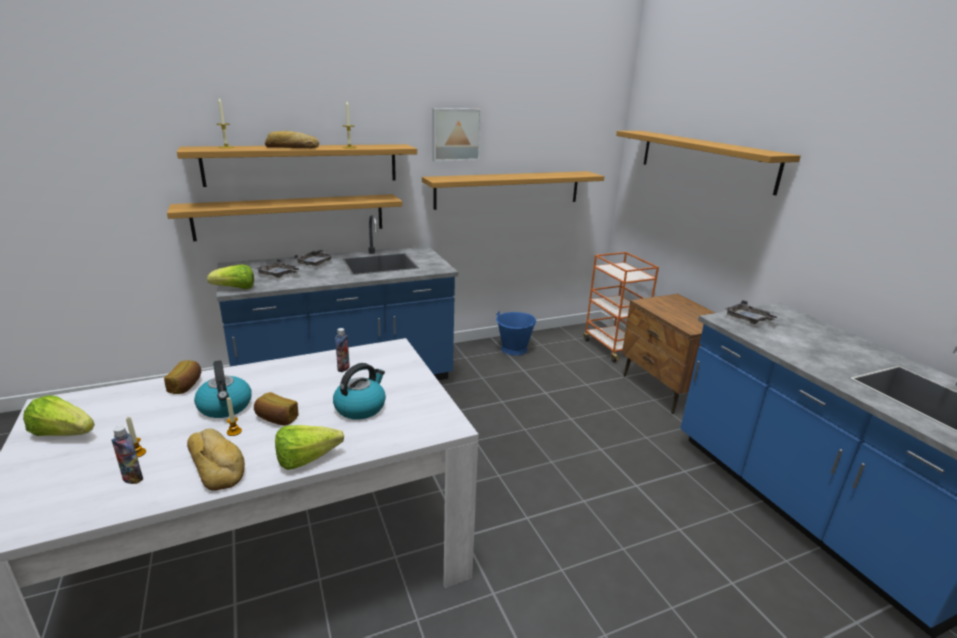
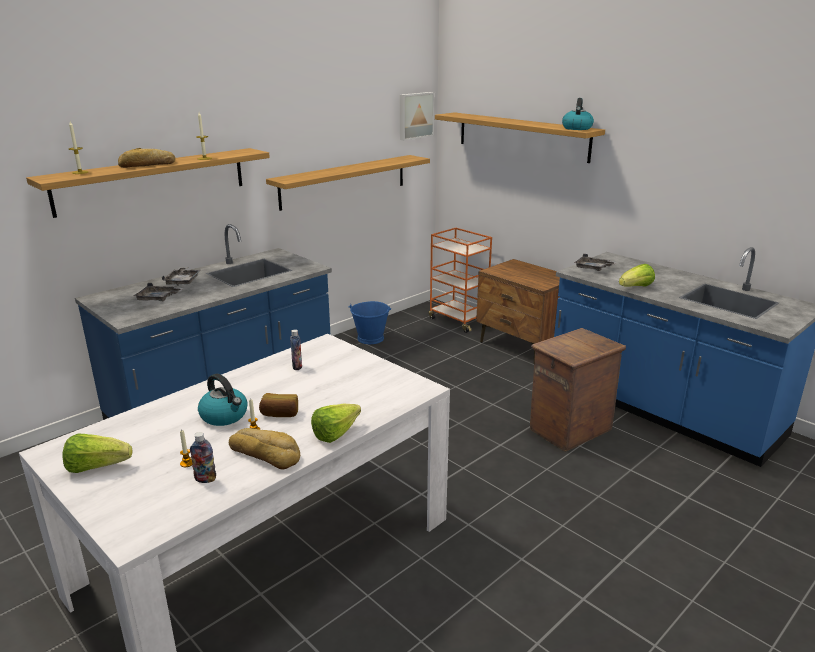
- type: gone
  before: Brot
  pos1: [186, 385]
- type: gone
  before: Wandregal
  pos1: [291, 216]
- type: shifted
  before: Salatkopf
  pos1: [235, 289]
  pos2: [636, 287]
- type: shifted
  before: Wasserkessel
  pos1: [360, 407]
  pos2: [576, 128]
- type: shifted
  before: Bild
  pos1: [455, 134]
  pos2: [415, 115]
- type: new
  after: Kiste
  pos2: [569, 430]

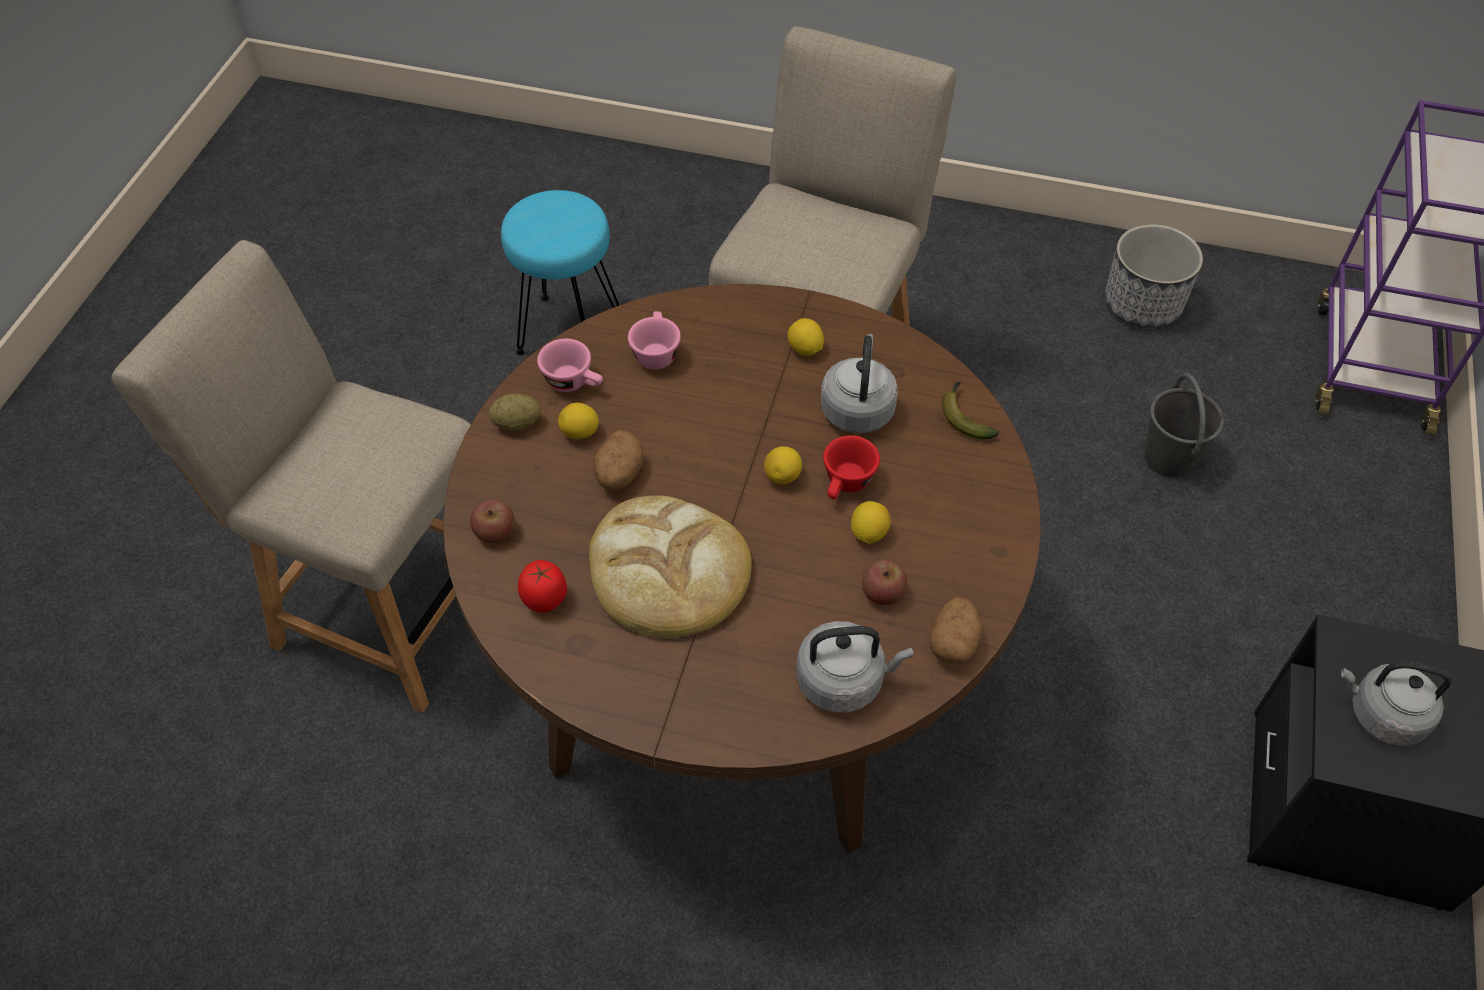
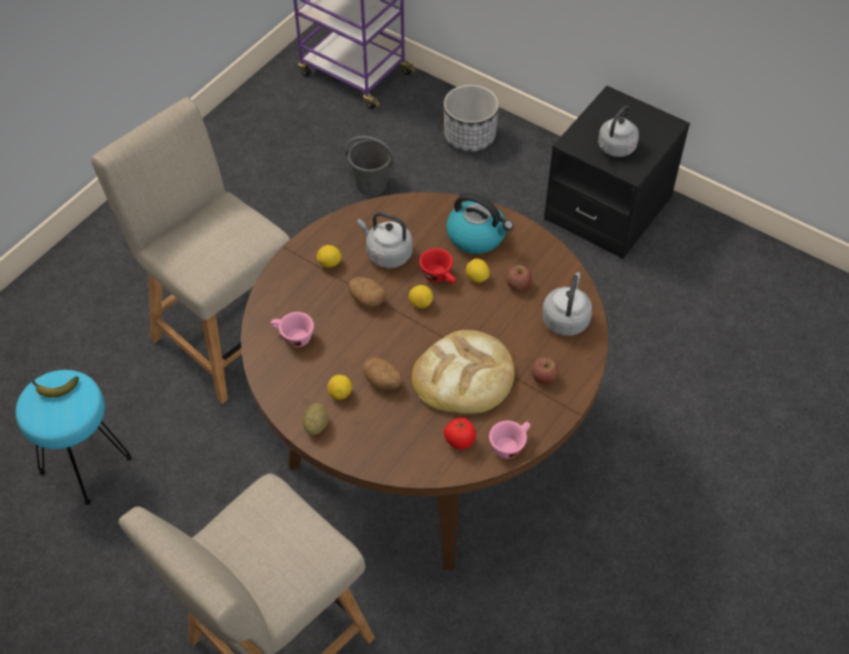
- type: shifted
  before: Apfel
  pos1: [495, 532]
  pos2: [543, 377]
- type: shifted
  before: Tasse (rosa)
  pos1: [574, 382]
  pos2: [510, 445]
- type: shifted
  before: Kartoffel
  pos1: [953, 643]
  pos2: [367, 299]
- type: shifted
  before: Banane
  pos1: [964, 416]
  pos2: [54, 388]
- type: shifted
  before: Pflanzkübel
  pos1: [1143, 304]
  pos2: [469, 137]
- type: new
  after: Wasserkessel
  pos2: [477, 236]

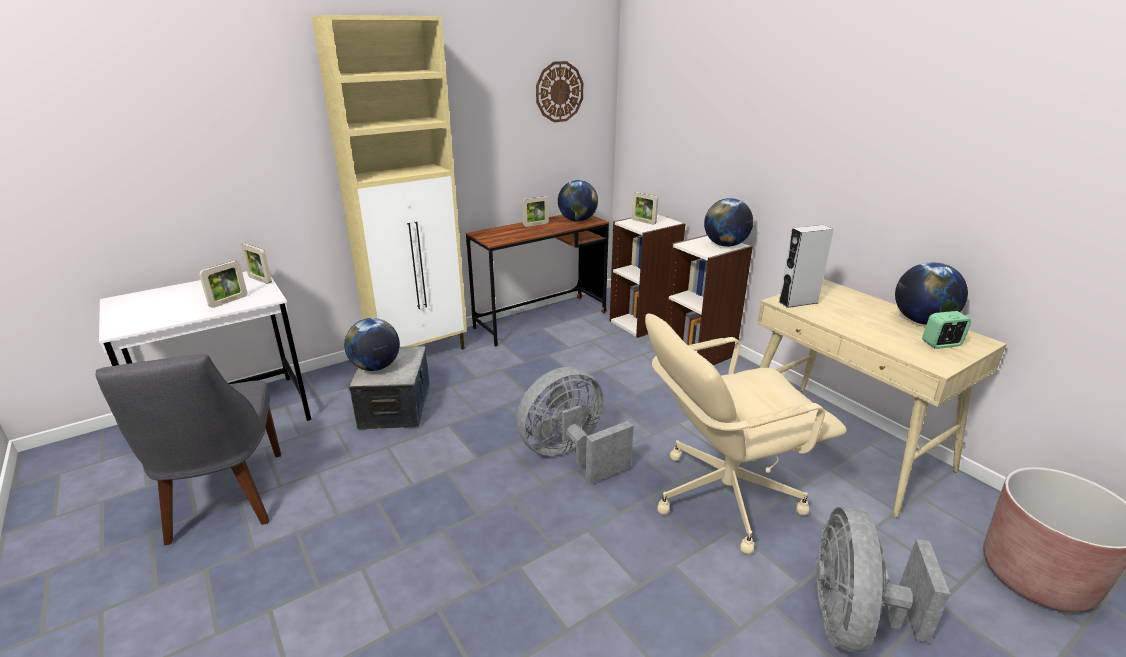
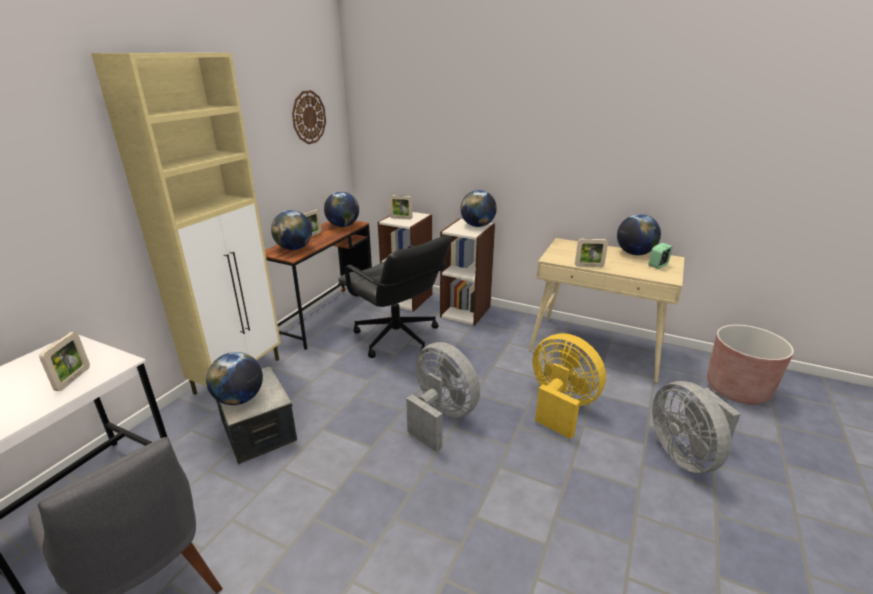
- type: shifted
  before: Bilderrahmen
  pos1: [260, 280]
  pos2: [589, 266]
- type: rotated
  before: Ventilator (grau)
  pos1: [570, 455]
  pos2: [441, 417]
  turn: 105
- type: swapped
  before: Bürostuhl (beige)
  after: Ventilator (gelb)
  pos1: [723, 495]
  pos2: [560, 406]
- type: gone
  before: Lautsprecher (grau)
  pos1: [798, 302]
- type: new
  after: Globus
  pos2: [294, 248]
- type: new
  after: Bürostuhl (schwarz)
  pos2: [397, 338]

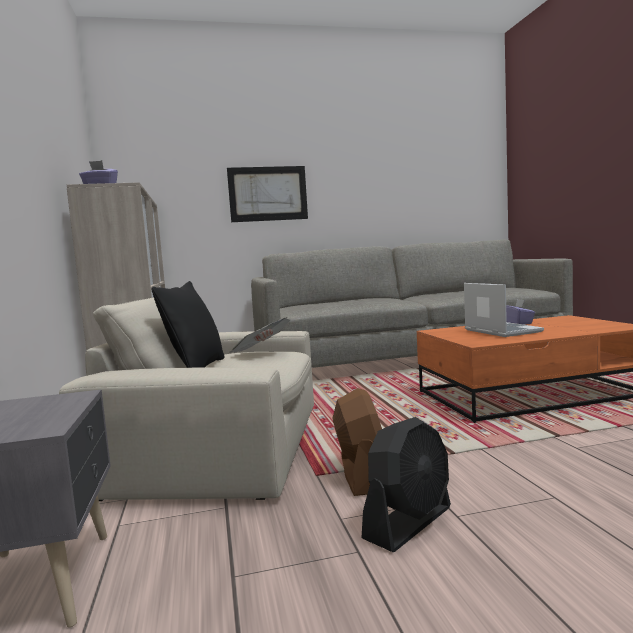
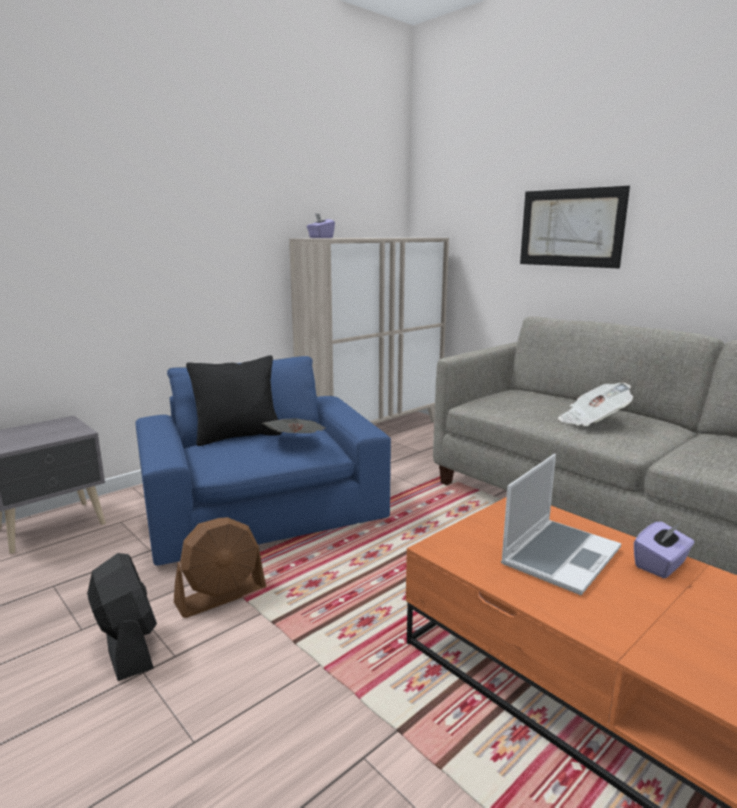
- type: repainted
  before: Sessel (beige)
  after: Sessel (blau)
  pos1: [222, 446]
  pos2: [263, 509]
- type: rotated
  before: Ventilator (schwarz)
  pos1: [409, 523]
  pos2: [128, 645]
  turn: -135
- type: new
  after: Zeitung
  pos2: [592, 421]

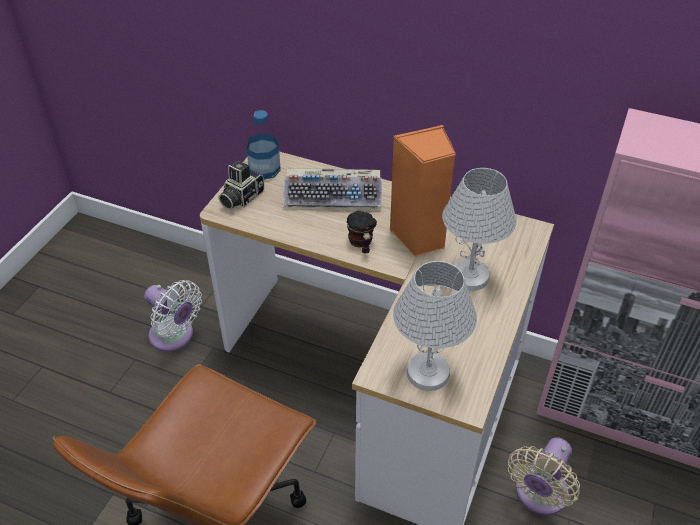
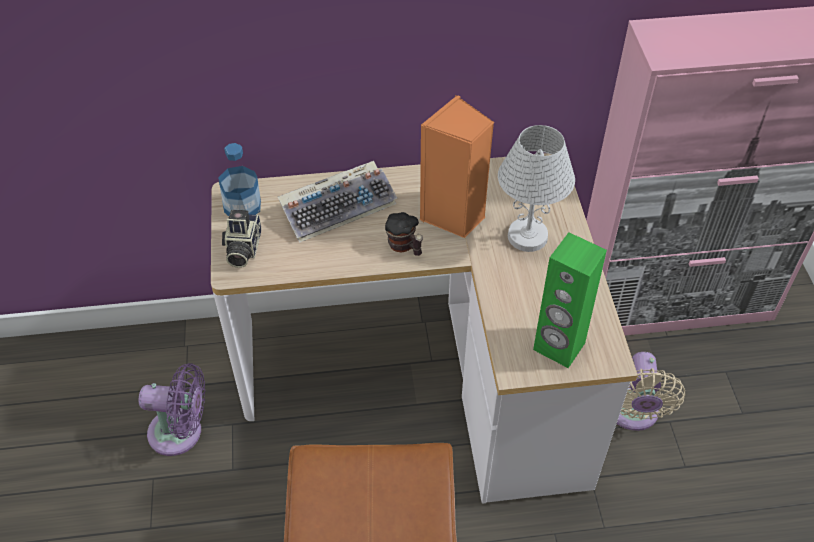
- type: repainted
  before: Ventilator (weiß)
  after: Ventilator (lila)
  pos1: [175, 337]
  pos2: [181, 433]
- type: swapped
  before: Tischlampe (weiß)
  after: Lautsprecher (grün)
  pos1: [428, 373]
  pos2: [558, 347]

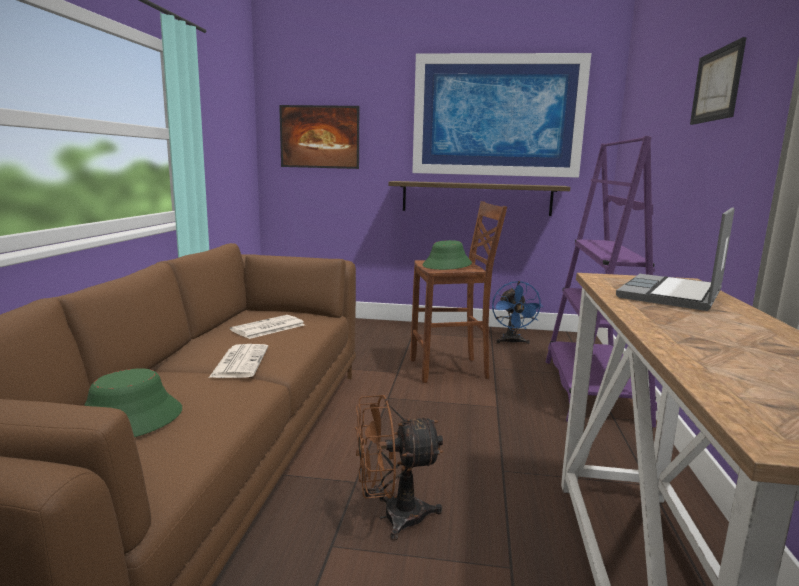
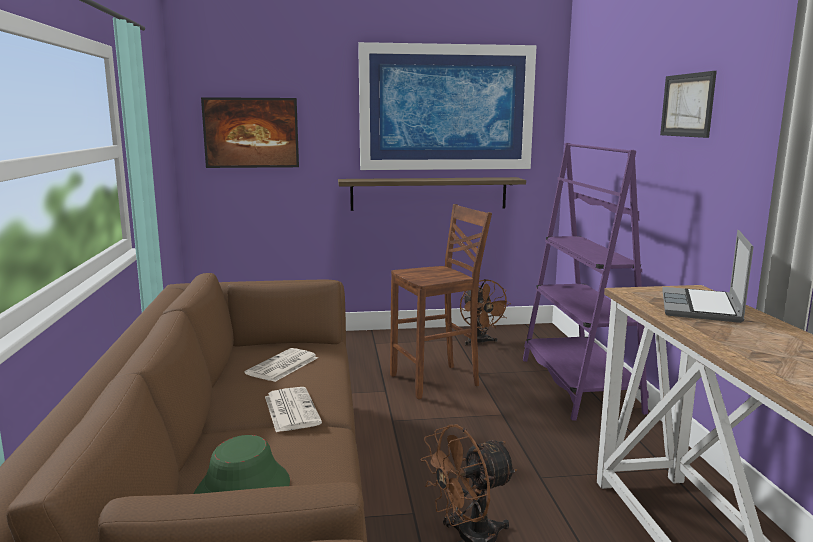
- type: gone
  before: Hut (grün)
  pos1: [447, 265]
- type: repainted
  before: Ventilator (blau)
  after: Ventilator (braun)
  pos1: [512, 342]
  pos2: [480, 342]

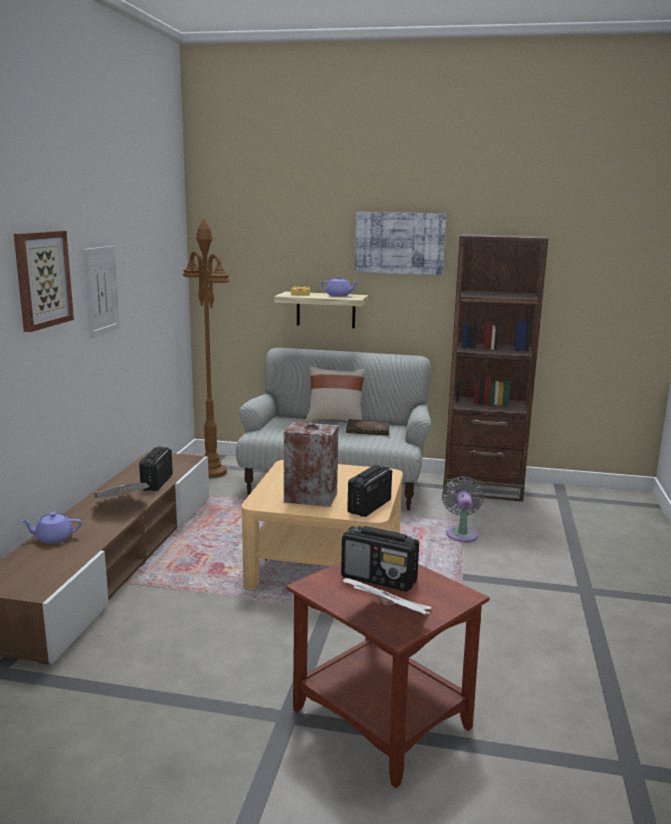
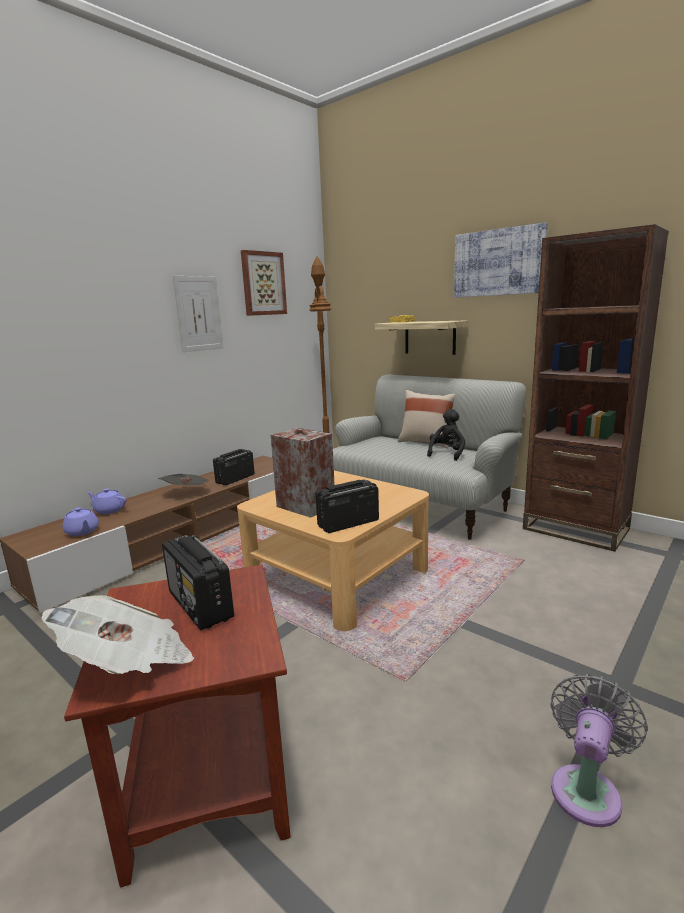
- type: shifted
  before: Bild
  pos1: [42, 279]
  pos2: [263, 283]
- type: shifted
  before: Teekanne (lila)
  pos1: [339, 295]
  pos2: [82, 532]
- type: swapped
  before: Buch
  after: Plüschtier (schwarz)
  pos1: [369, 430]
  pos2: [447, 454]
- type: shifted
  before: Ventilator (grau)
  pos1: [461, 533]
  pos2: [587, 789]

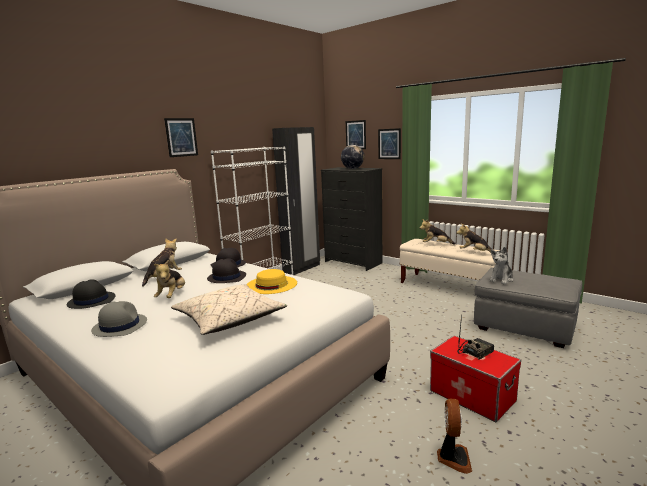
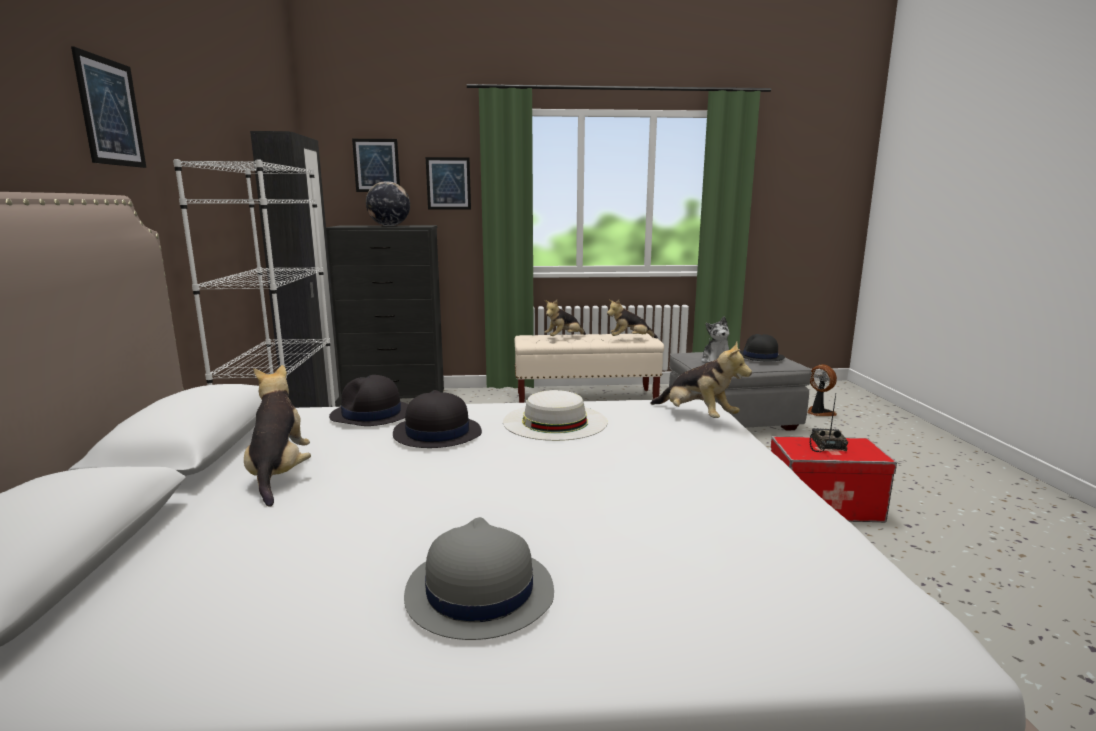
- type: shifted
  before: Hut (schwarz)
  pos1: [91, 301]
  pos2: [759, 357]
- type: shifted
  before: Plüschtier
  pos1: [172, 296]
  pos2: [696, 417]
- type: gone
  before: Kissen (beige)
  pos1: [229, 320]
- type: repainted
  before: Hut (gelb)
  after: Hut (weiß)
  pos1: [271, 284]
  pos2: [554, 421]
- type: shifted
  before: Ventilator
  pos1: [453, 458]
  pos2: [818, 413]

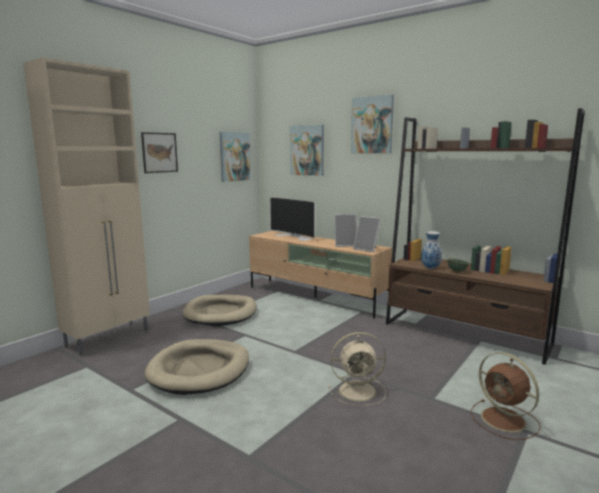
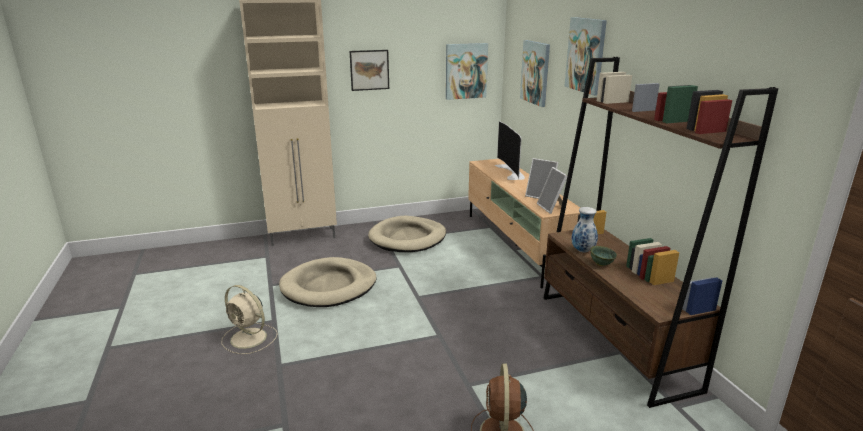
- type: shifted
  before: Ventilator (beige)
  pos1: [359, 391]
  pos2: [249, 338]

